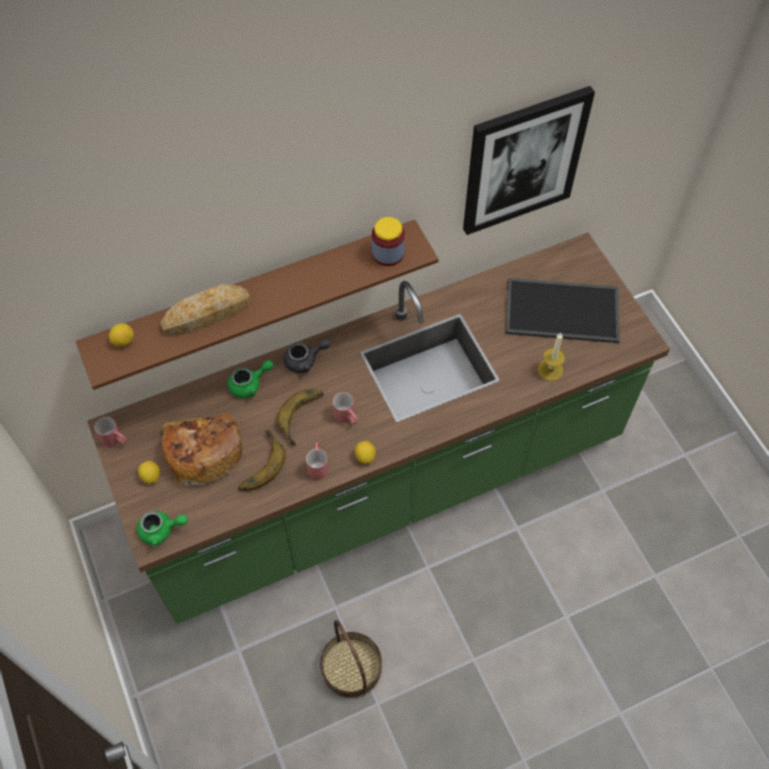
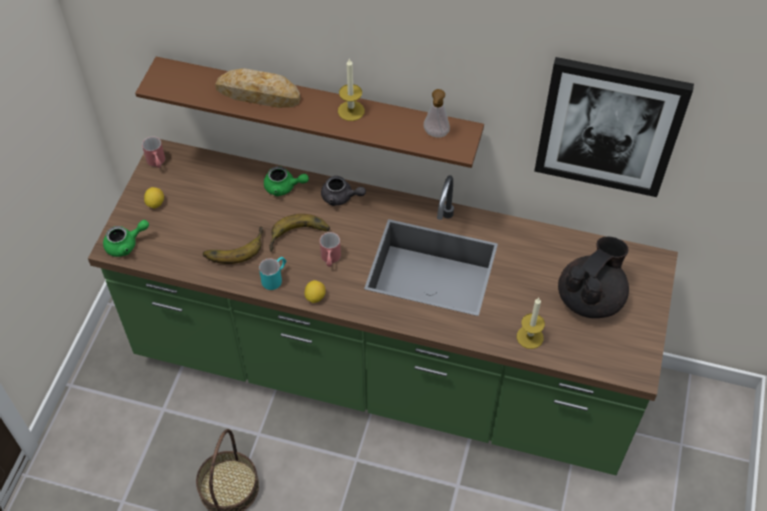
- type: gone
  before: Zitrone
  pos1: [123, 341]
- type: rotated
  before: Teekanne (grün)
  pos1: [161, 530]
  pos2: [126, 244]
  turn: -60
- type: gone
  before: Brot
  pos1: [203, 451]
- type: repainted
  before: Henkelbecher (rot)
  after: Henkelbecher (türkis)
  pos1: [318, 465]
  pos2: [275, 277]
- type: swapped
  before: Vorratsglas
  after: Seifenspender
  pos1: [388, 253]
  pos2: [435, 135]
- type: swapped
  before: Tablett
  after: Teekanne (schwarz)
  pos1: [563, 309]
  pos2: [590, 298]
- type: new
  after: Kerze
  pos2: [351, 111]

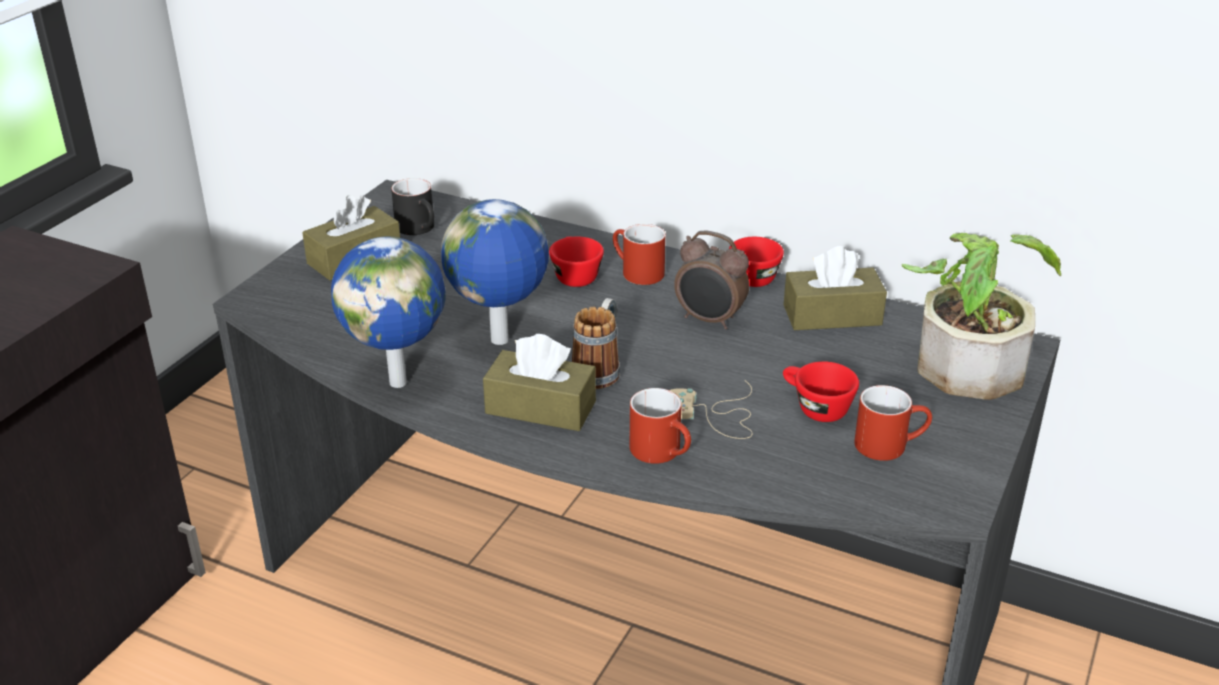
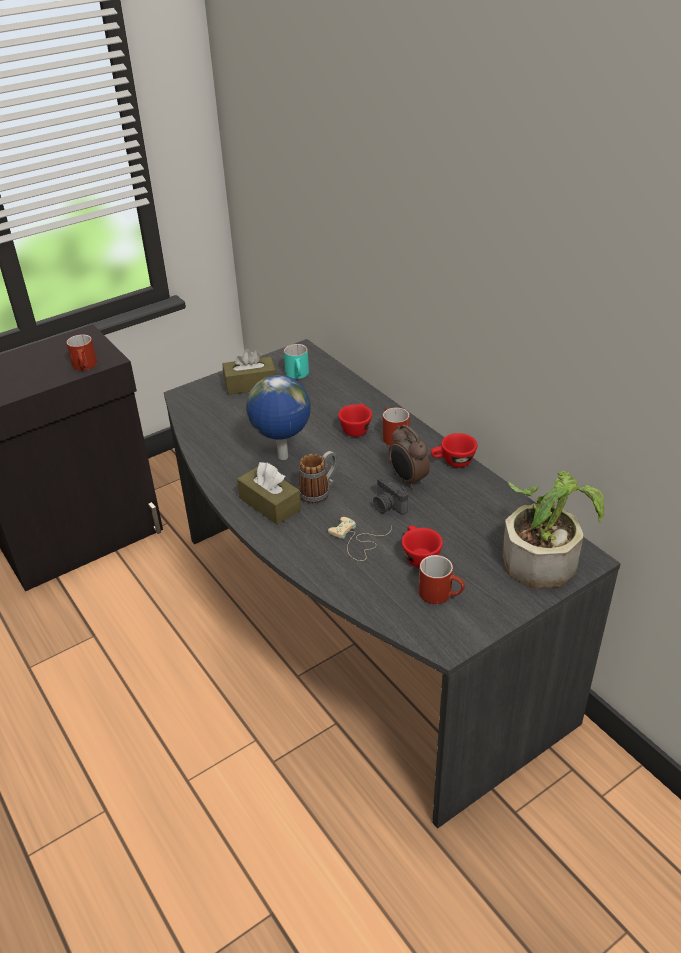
- type: gone
  before: Globus
  pos1: [400, 381]
- type: repainted
  before: Henkelbecher (schwarz)
  after: Henkelbecher (türkis)
  pos1: [420, 229]
  pos2: [298, 375]
- type: shifted
  before: Henkelbecher (rot)
  pos1: [663, 452]
  pos2: [85, 366]
- type: gone
  before: Taschentuchbox (braun)
  pos1: [832, 315]
- type: new
  after: Kamera
  pos2: [387, 506]

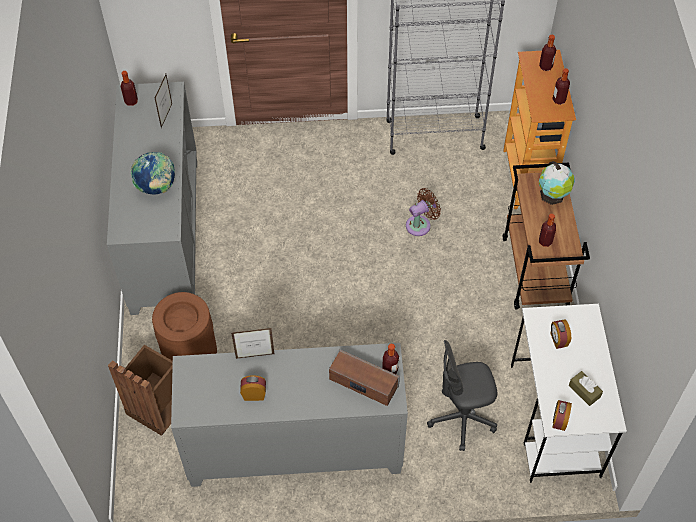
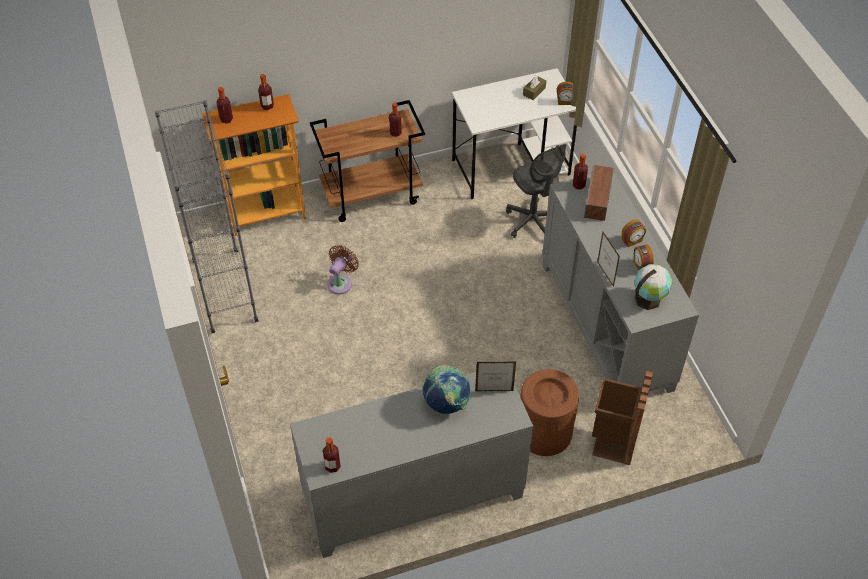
- type: shifted
  before: Bilderrahmen
  pos1: [166, 116]
  pos2: [494, 391]
- type: rotated
  before: Ventilator (braun)
  pos1: [420, 224]
  pos2: [341, 282]
  turn: 75
- type: shifted
  before: Globus
  pos1: [553, 195]
  pos2: [649, 298]
- type: shifted
  before: Wecker
  pos1: [558, 340]
  pos2: [632, 241]

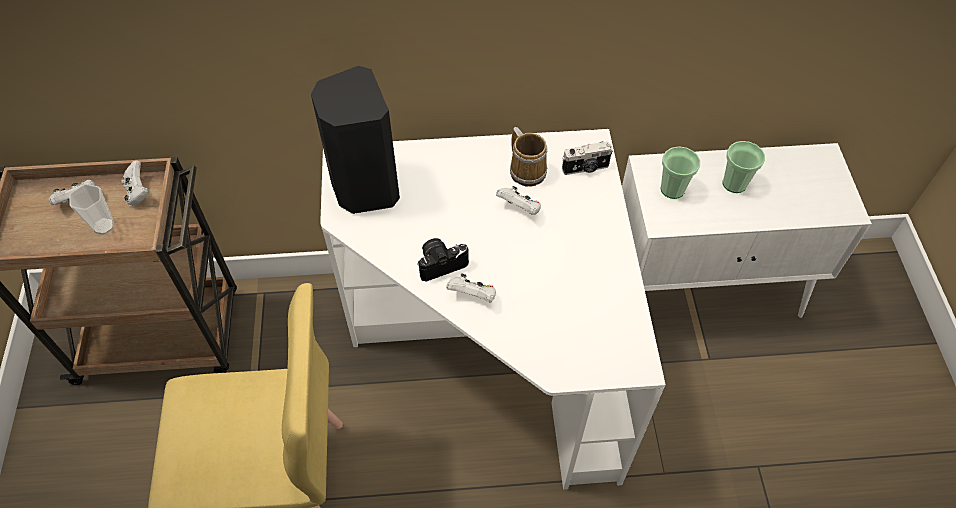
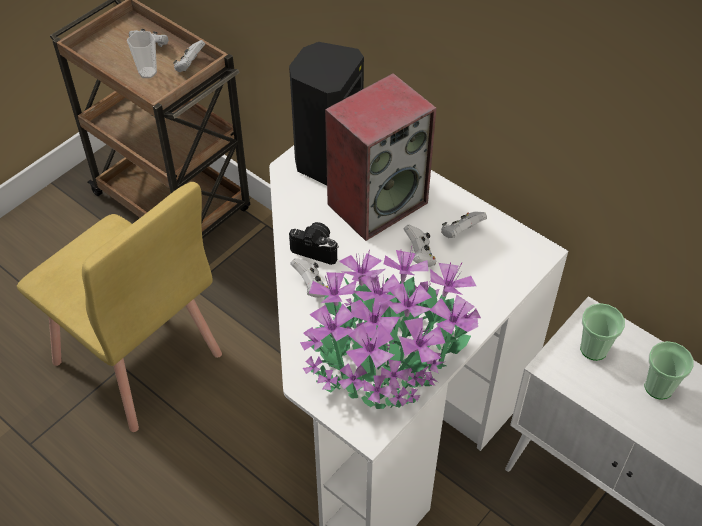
- type: swapped
  before: Henkelbecher
  after: Gamepad (weiß)
  pos1: [527, 170]
  pos2: [461, 233]
- type: gone
  before: Kamera
  pos1: [586, 168]
- type: new
  after: Topfpflanze
  pos2: [386, 359]
- type: new
  after: Lautsprecher
  pos2: [378, 202]

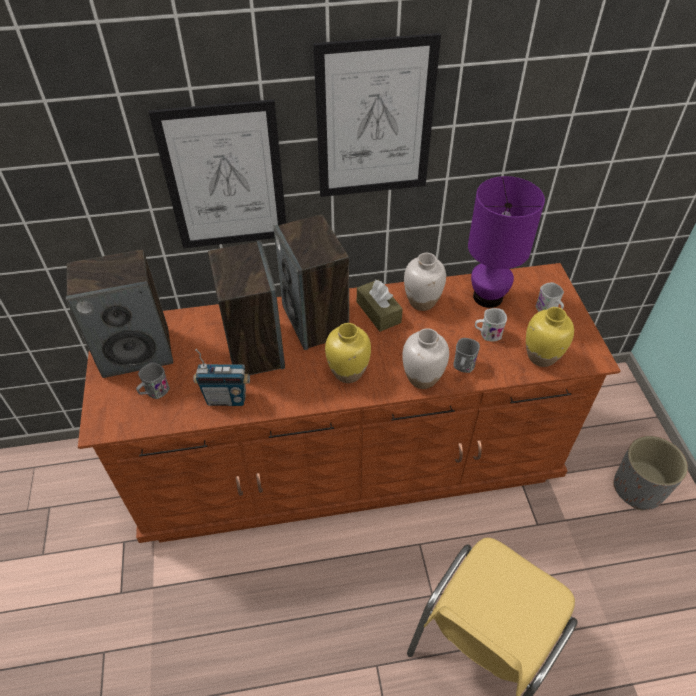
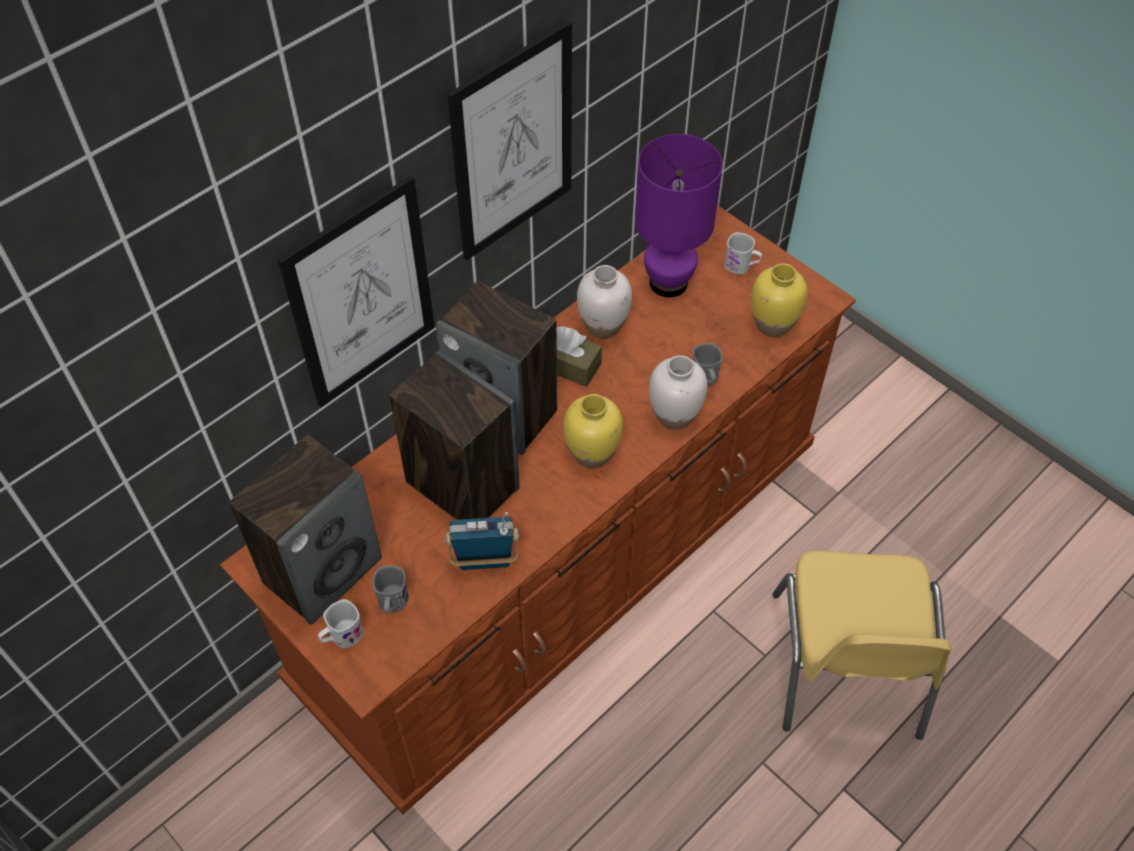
- type: rotated
  before: Radio
  pos1: [227, 398]
  pos2: [484, 560]
  turn: -150
- type: shifted
  before: Henkelbecher (weiß)
  pos1: [487, 334]
  pos2: [342, 637]
- type: gone
  before: Pflanzkübel (grau)
  pos1: [638, 488]

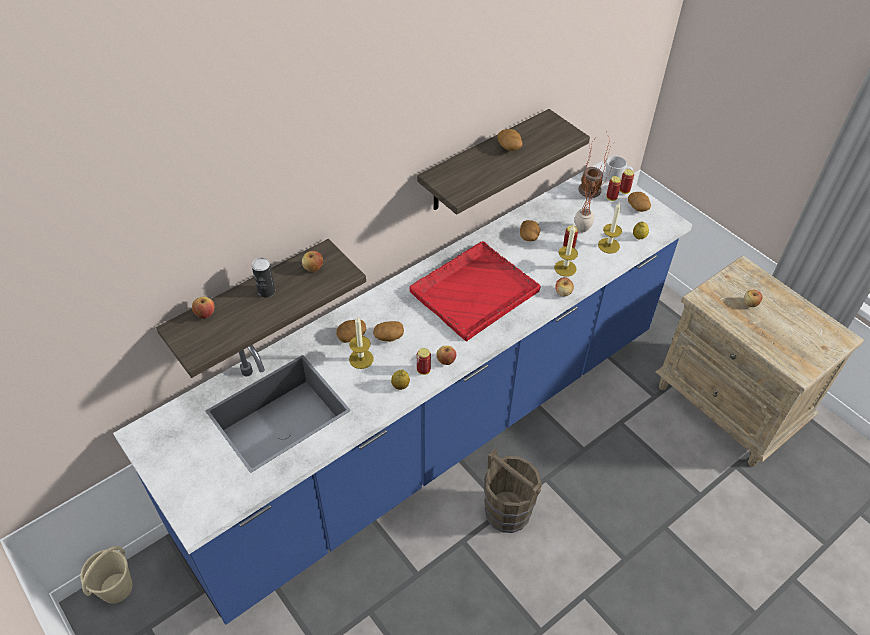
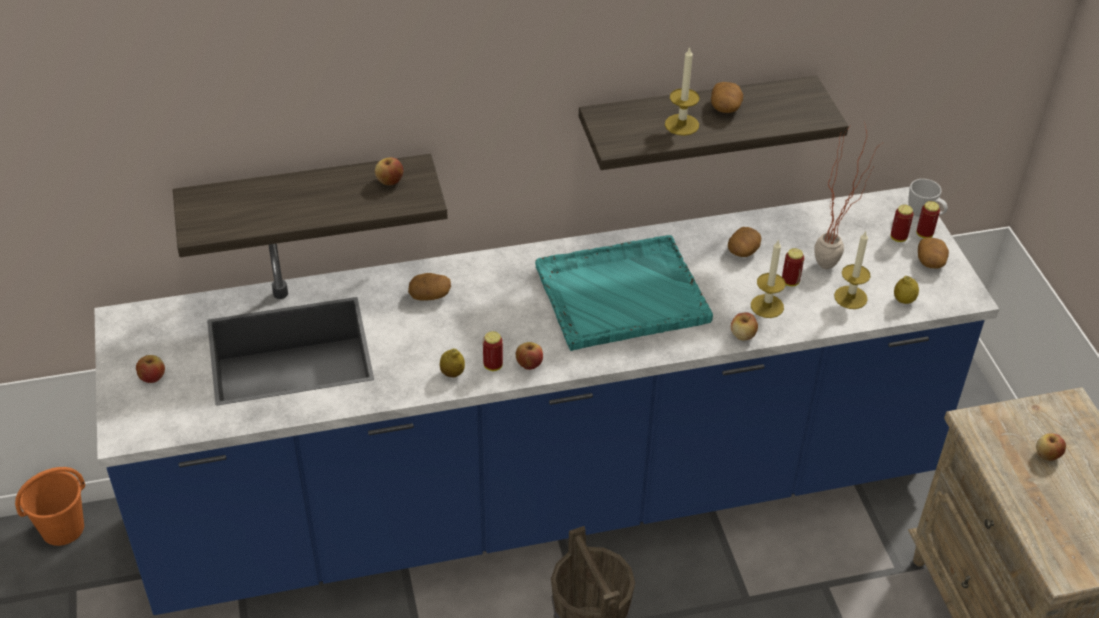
- type: repainted
  before: Eimer (beige)
  after: Eimer (orange)
  pos1: [117, 587]
  pos2: [63, 528]
- type: shifted
  before: Apfel
  pos1: [205, 314]
  pos2: [152, 377]
- type: gone
  before: Dose
  pos1: [266, 291]
- type: shifted
  before: Kerze
  pos1: [361, 359]
  pos2: [681, 124]
- type: gone
  before: Kartoffel
  pos1: [388, 336]
- type: repainted
  before: Tablett (rot)
  after: Tablett (türkis)
  pos1: [473, 292]
  pos2: [620, 295]
- type: gone
  before: Henkelbecher
  pos1: [589, 192]

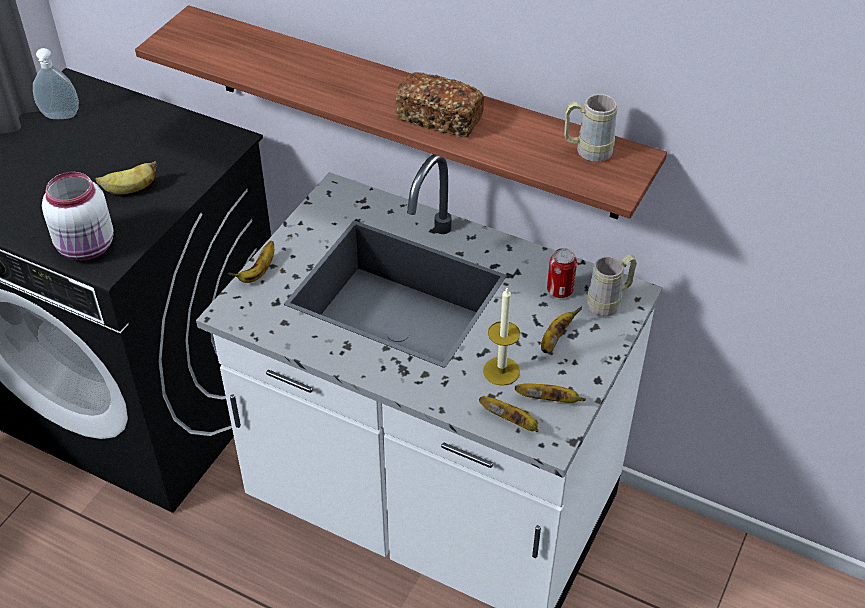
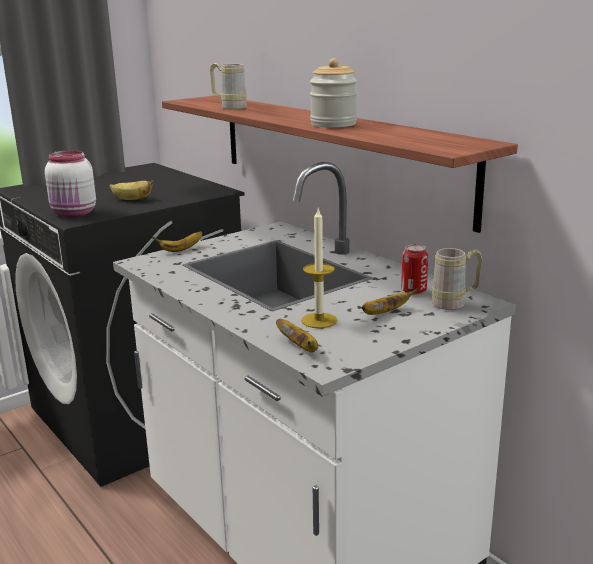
- type: gone
  before: Seifenspender
  pos1: [60, 117]
- type: swapped
  before: Brot
  after: Vorratsglas
  pos1: [440, 119]
  pos2: [333, 124]
- type: gone
  before: Banane
  pos1: [549, 400]
- type: shifted
  before: Henkelbecher (beige)
  pos1: [586, 151]
  pos2: [229, 107]

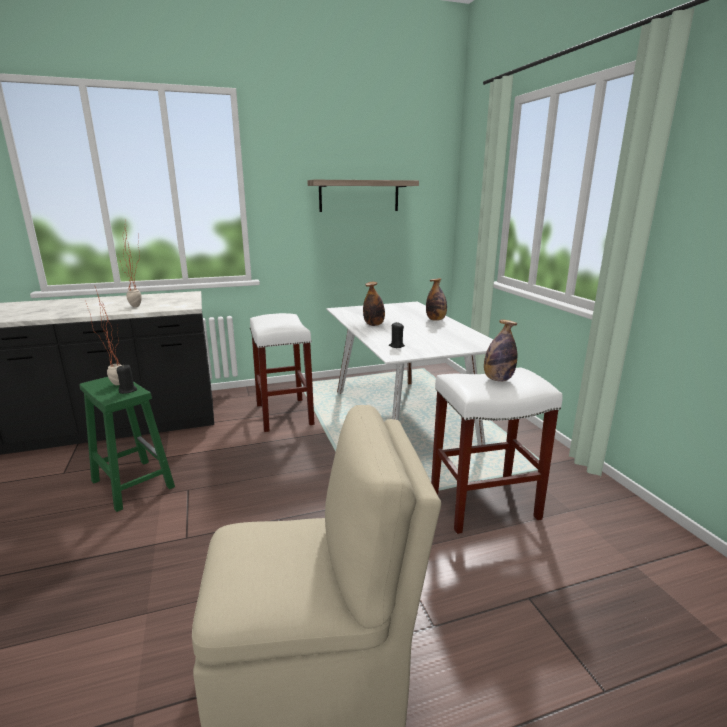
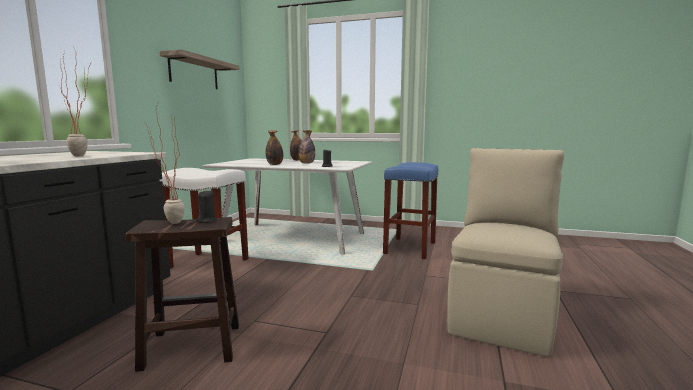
- type: repainted
  before: Hocker (grün)
  after: Hocker (braun)
  pos1: [132, 483]
  pos2: [190, 347]
- type: repainted
  before: Hocker (weiß)
  after: Hocker (blau)
  pos1: [483, 505]
  pos2: [410, 248]
- type: shifted
  before: Flasche
  pos1: [498, 379]
  pos2: [306, 163]

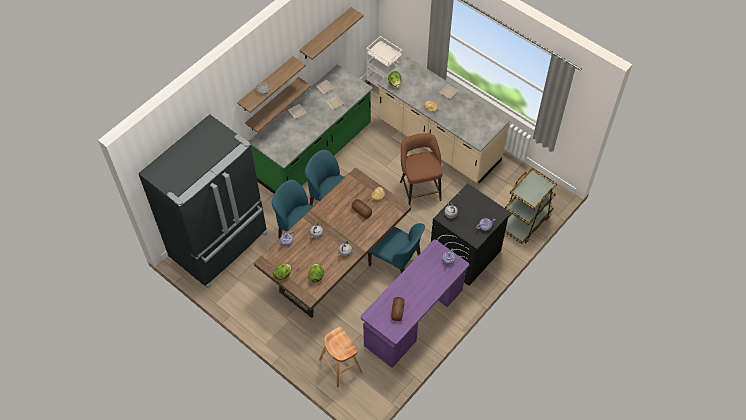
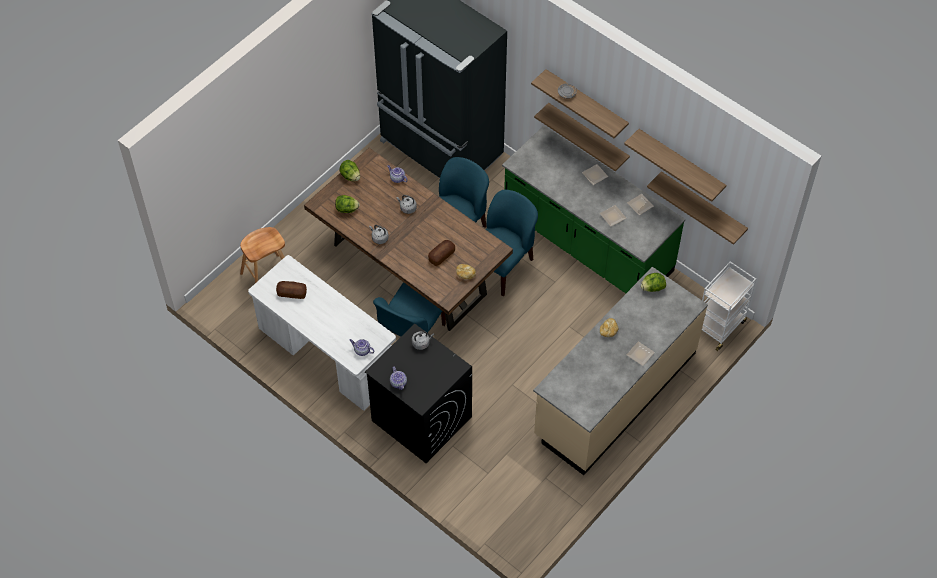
- type: repainted
  before: Schreibtisch (lila)
  after: Schreibtisch (weiß)
  pos1: [414, 318]
  pos2: [326, 355]
- type: gone
  before: Hocker (braun)
  pos1: [419, 189]
- type: gone
  before: Rollwagen (braun)
  pos1: [525, 222]
- type: new
  after: Wandregal
  pos2: [702, 206]

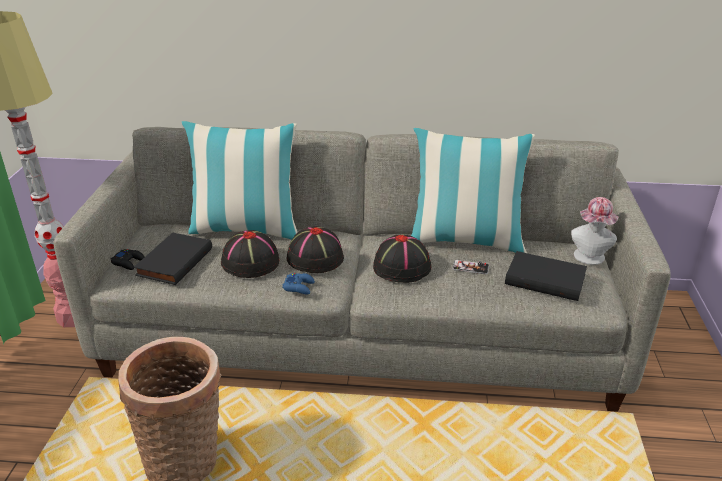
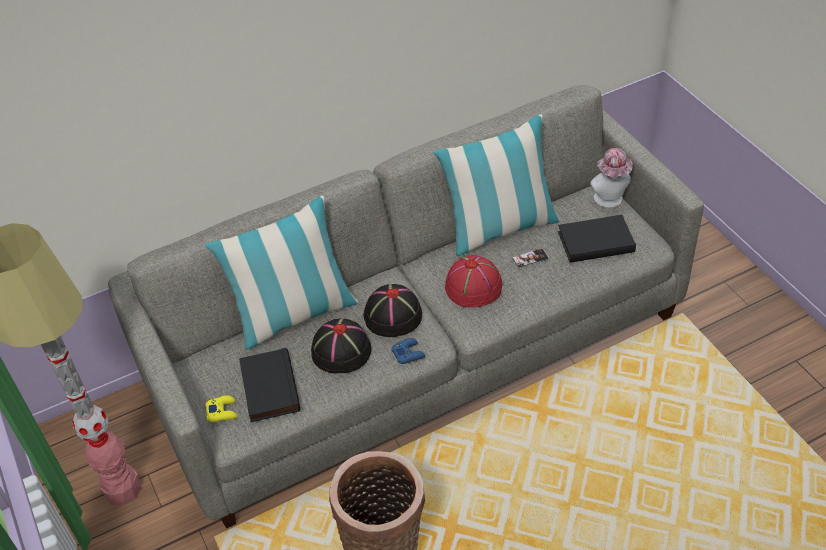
- type: repainted
  before: Gamepad (schwarz)
  after: Gamepad (gelb)
  pos1: [128, 262]
  pos2: [222, 411]
- type: repainted
  before: Hut (schwarz)
  after: Hut (rot)
  pos1: [402, 267]
  pos2: [474, 286]

